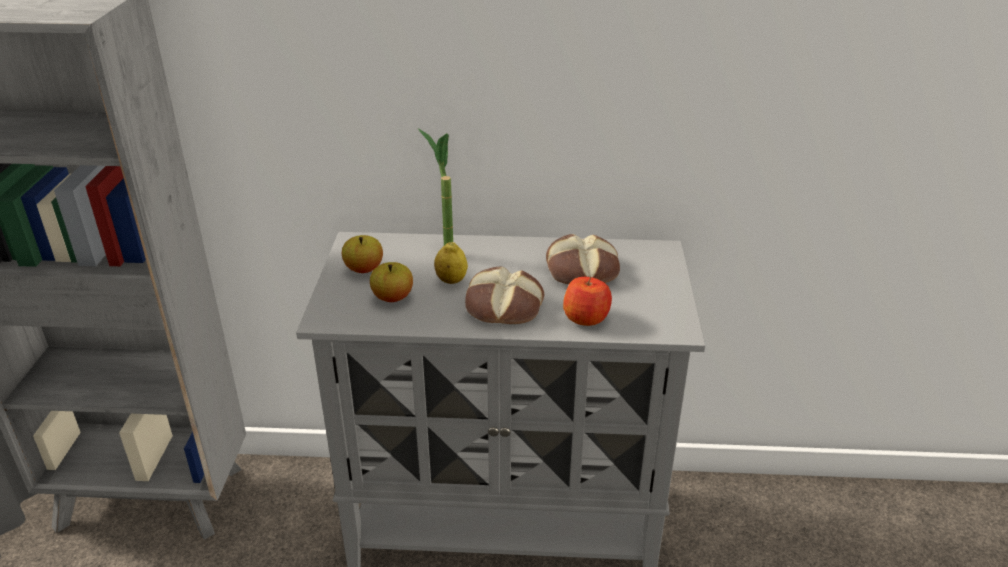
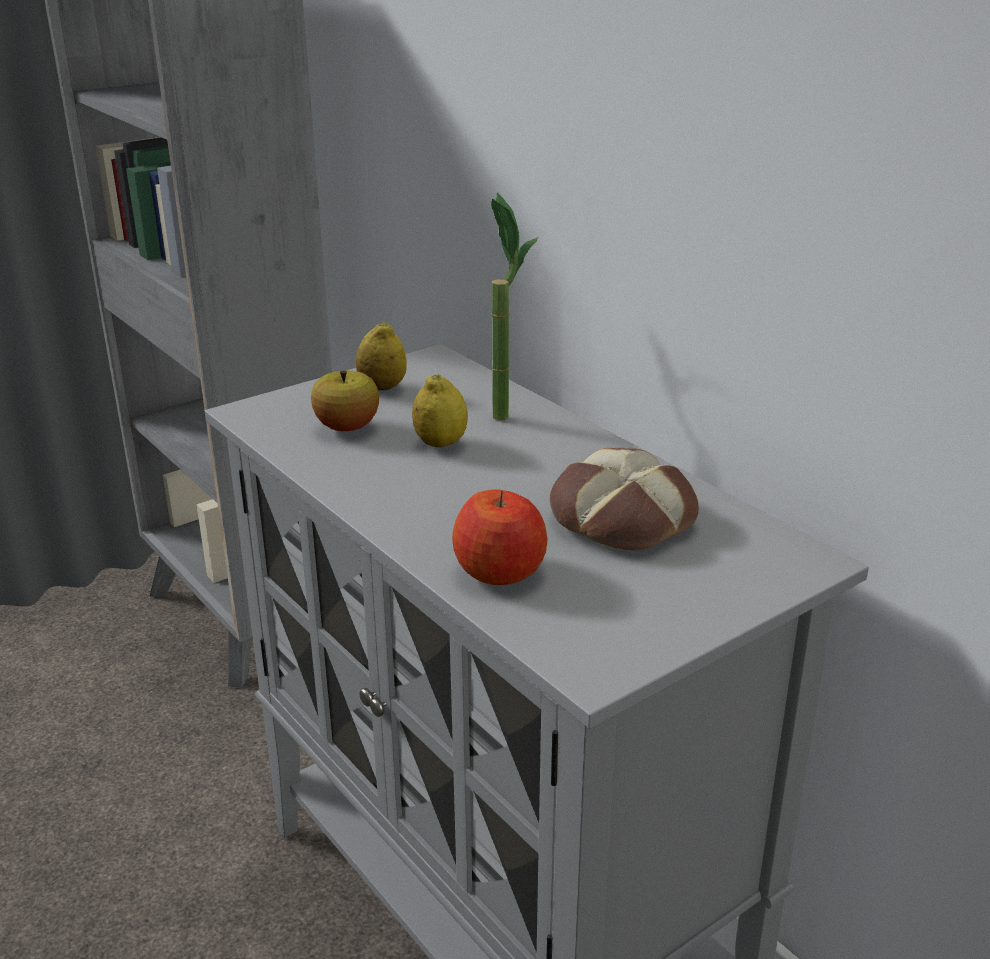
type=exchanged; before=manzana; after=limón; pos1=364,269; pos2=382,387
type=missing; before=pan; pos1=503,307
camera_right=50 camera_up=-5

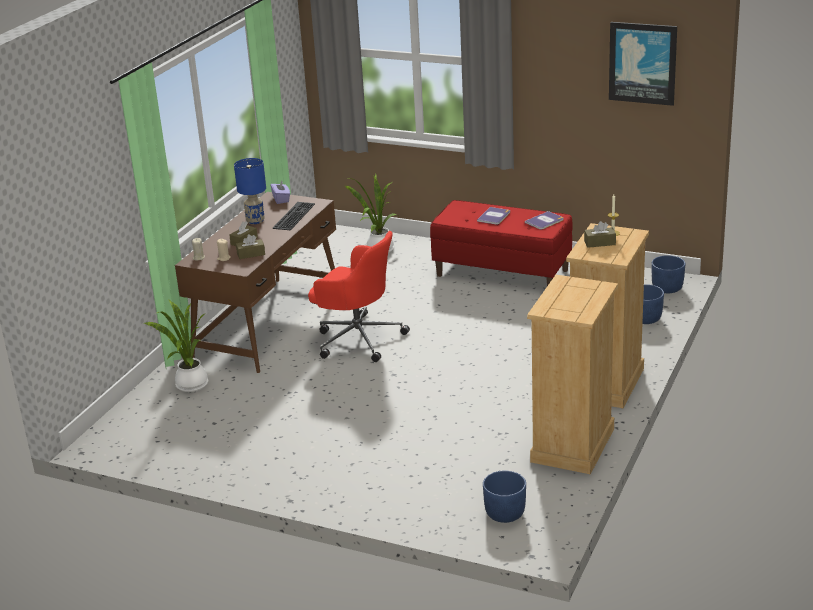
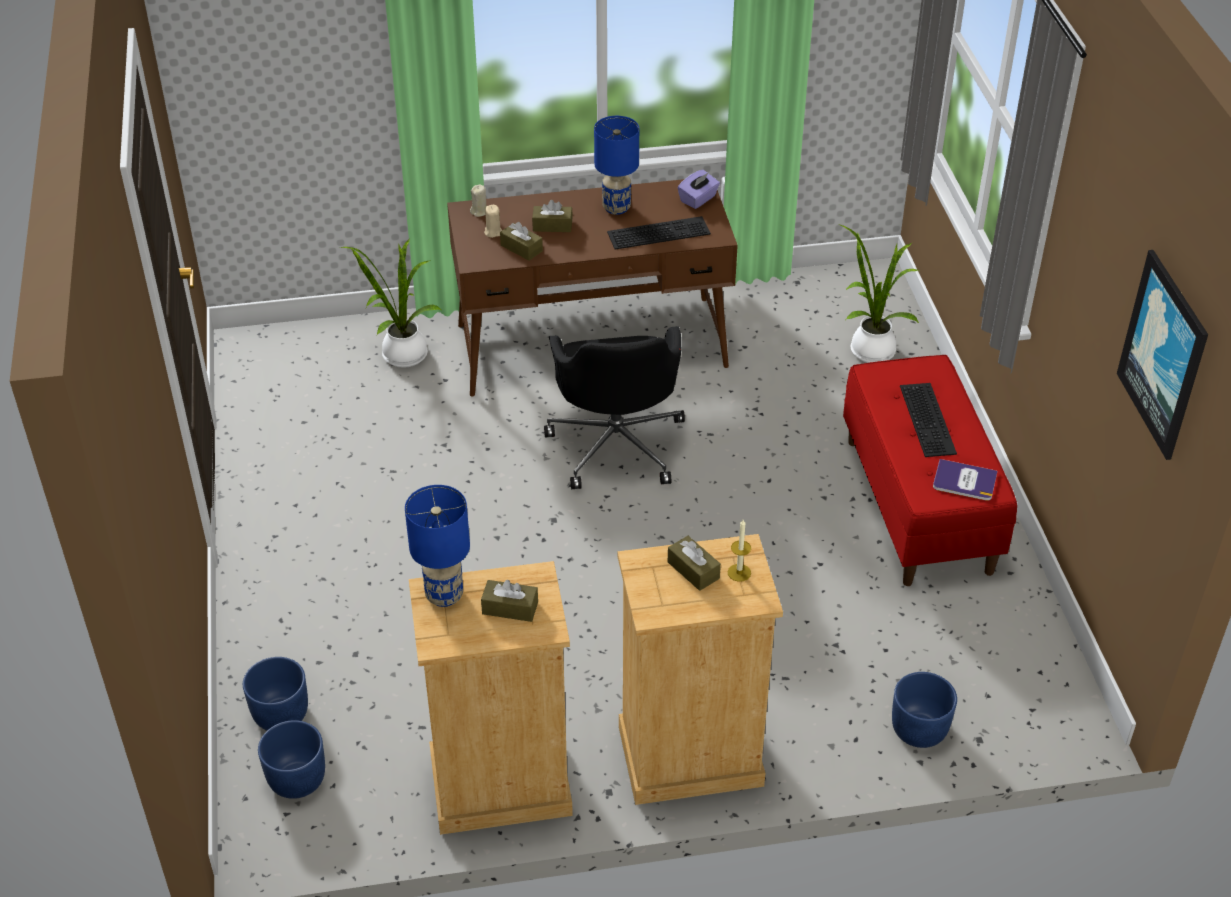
type=colour; before=silla de oficina/rojo; after=silla de oficina/negro; pos1=358,338; pos2=617,444
type=exchanged; before=libro; after=teclado; pos1=494,216; pos2=929,420
type=relocated; before=maceta/azul; pos1=667,288; pos2=281,713
type=appeared; after=lámpara de mesa/azul; pos2=445,596
type=appeared; after=caja de pañuelos/marrón; pos2=510,608
camera_right=55 camera_up=15

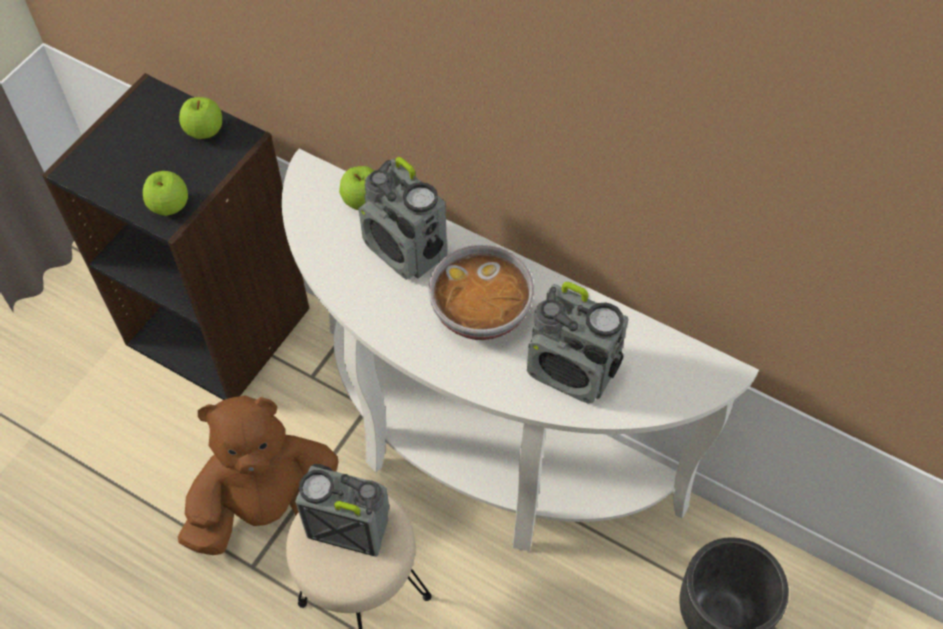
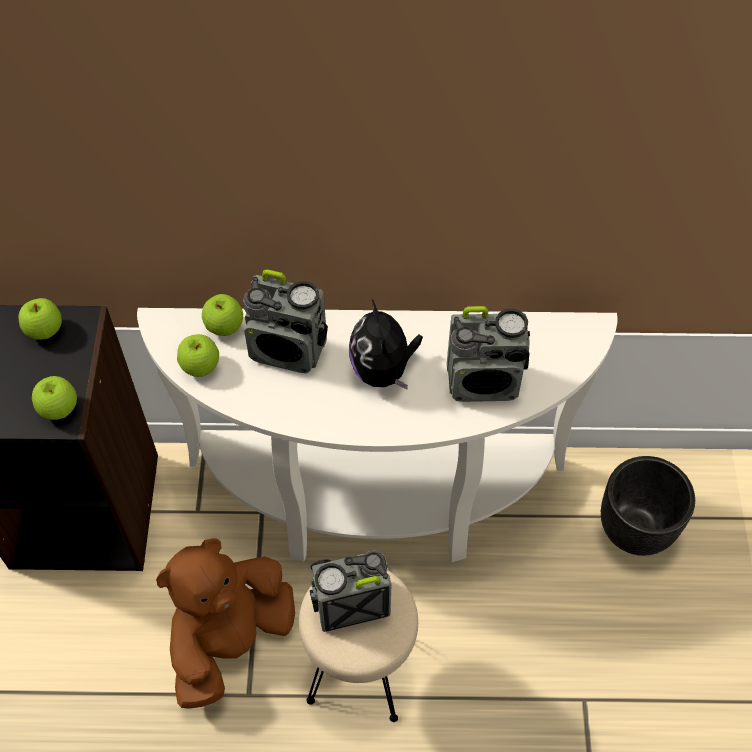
type=exchanged; before=cuenco; after=peluche; pos1=481,312; pos2=383,370
type=appeared; after=manzana; pos2=200,366
camera_right=-30 camera_up=0

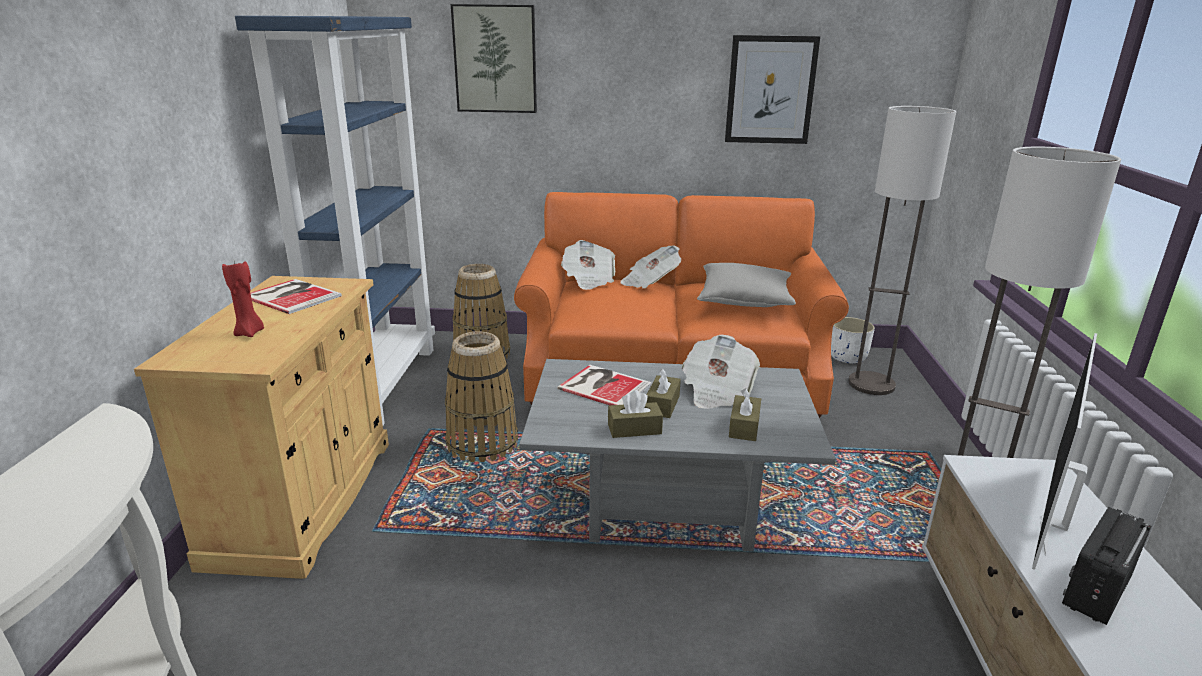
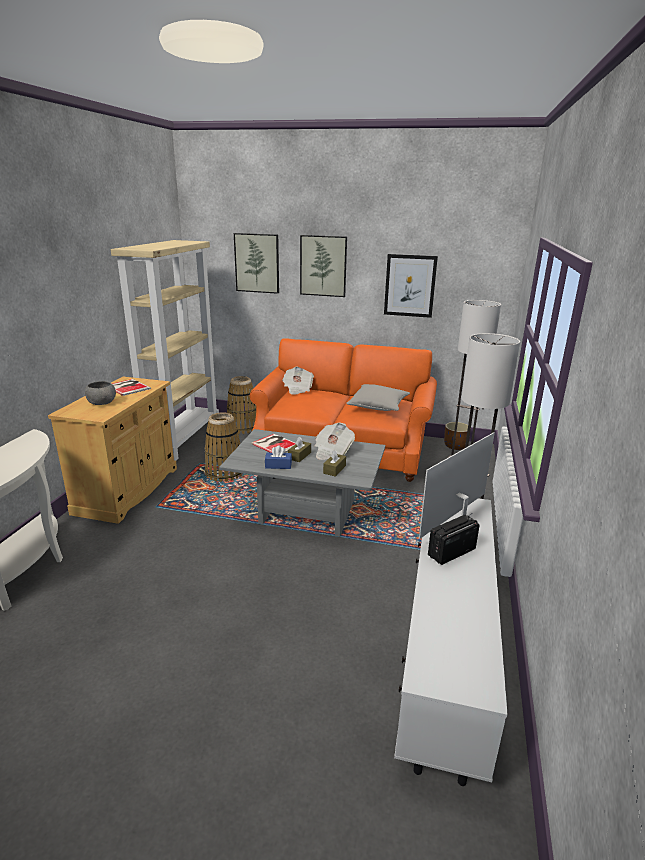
type=exchanged; before=vela/rojo; after=cuenco/gris; pos1=250,333; pos2=102,403
type=colour; before=estantería/azul; after=estantería/beis; pos1=380,384; pos2=182,438
type=colour; before=caja de pañuelos/marrón; after=caja de pañuelos/azul; pos1=634,429; pos2=278,465
type=missing; before=periódico; pos1=649,282
type=colour; before=maceta/blanco; after=maceta/marrón; pos1=847,357; pos2=455,446
type=appeared; after=cuadro; pos2=323,266
camera_right=10 camera_up=0

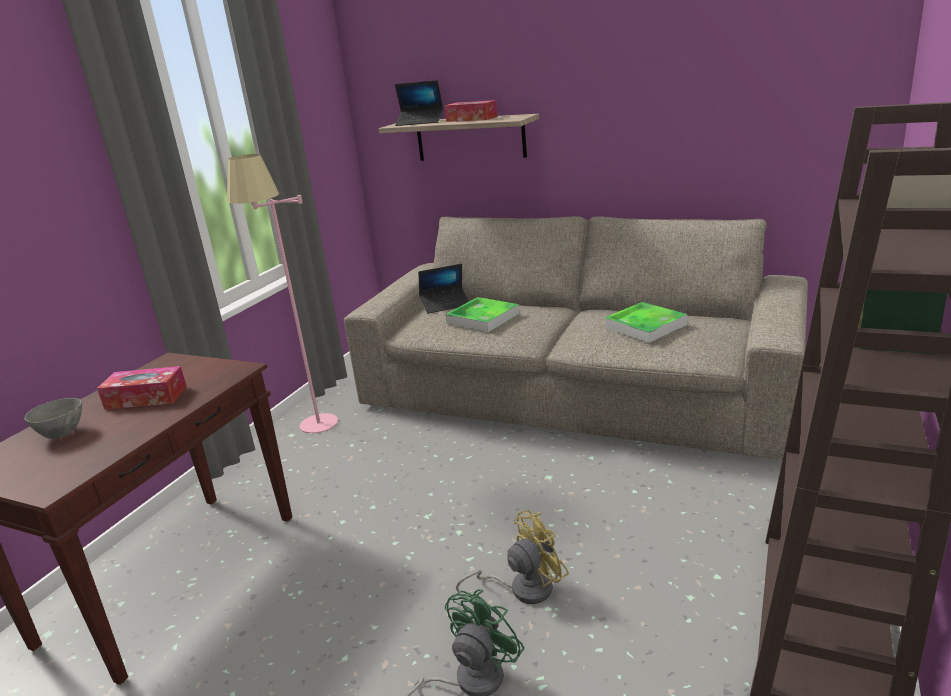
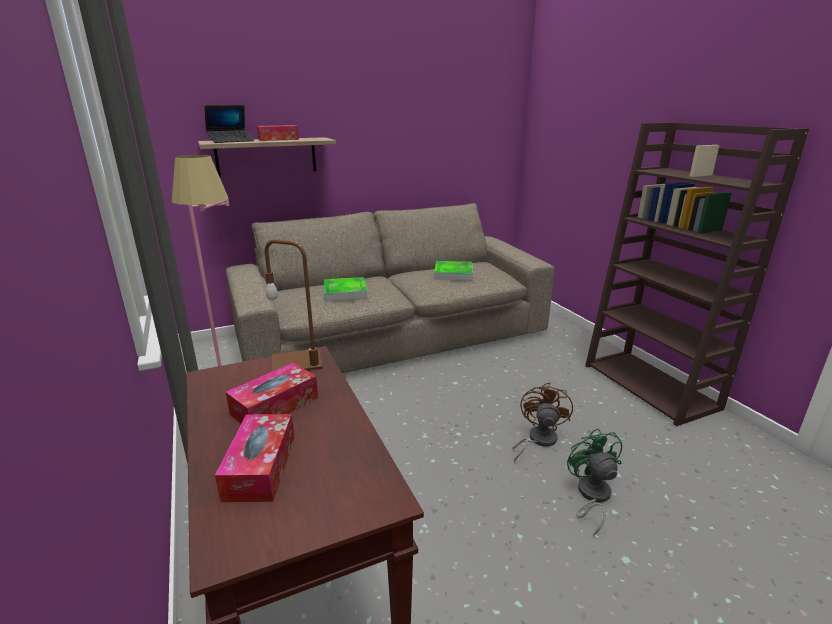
type=exchanged; before=cuenco/gris; after=caja de pañuelos; pos1=62,433; pos2=260,467
type=missing; before=portátil; pos1=445,305
type=colour; before=ventilador/amarillo; after=ventilador/marrón; pos1=522,588; pos2=537,440
type=appeared; after=lámpara de mesa/marrón; pos2=298,362
camera_right=-50 camera_up=0

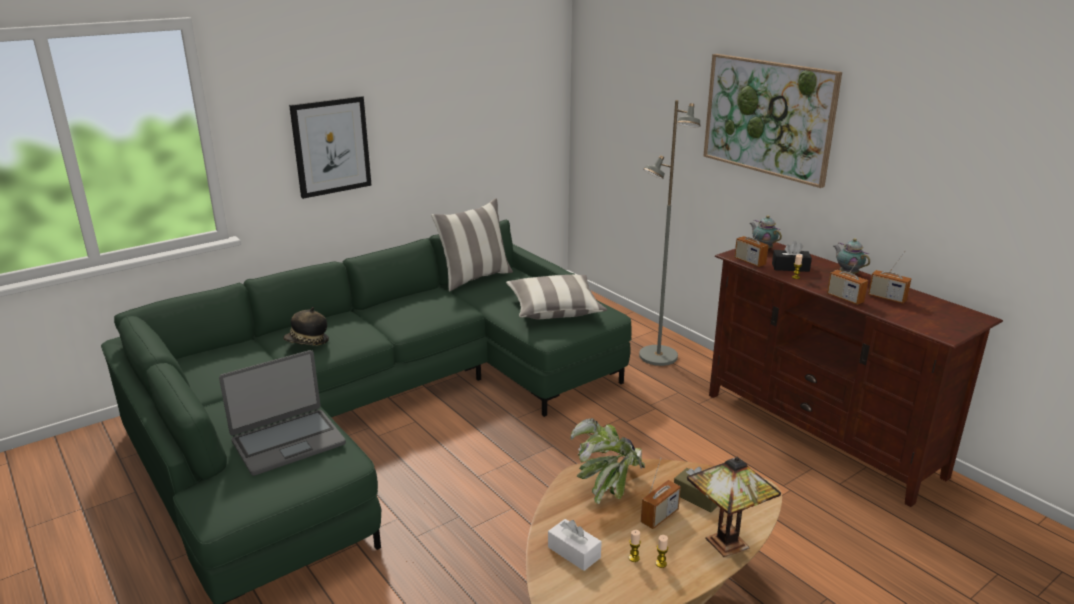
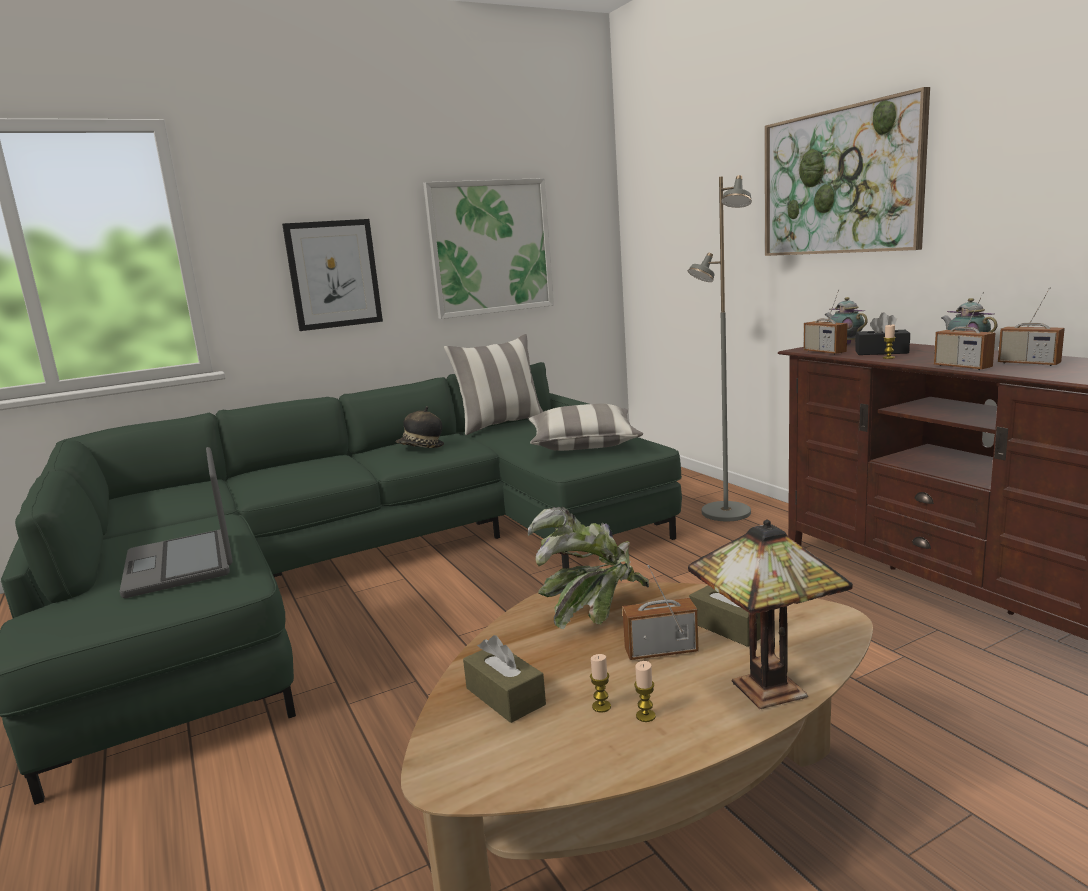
type=spun; before=portátil; pos1=288,442; pos2=181,563; turn=90
type=relocated; before=sombrero; pos1=307,343; pos2=421,448
type=colour; before=caja de pañuelos/blanco; after=caja de pañuelos/marrón; pos1=574,552; pos2=505,696
type=spun; before=radio; pos1=659,516; pos2=661,651; turn=-150
type=appeared; after=cuadro; pos2=490,247
camera_right=10 camera_up=-10

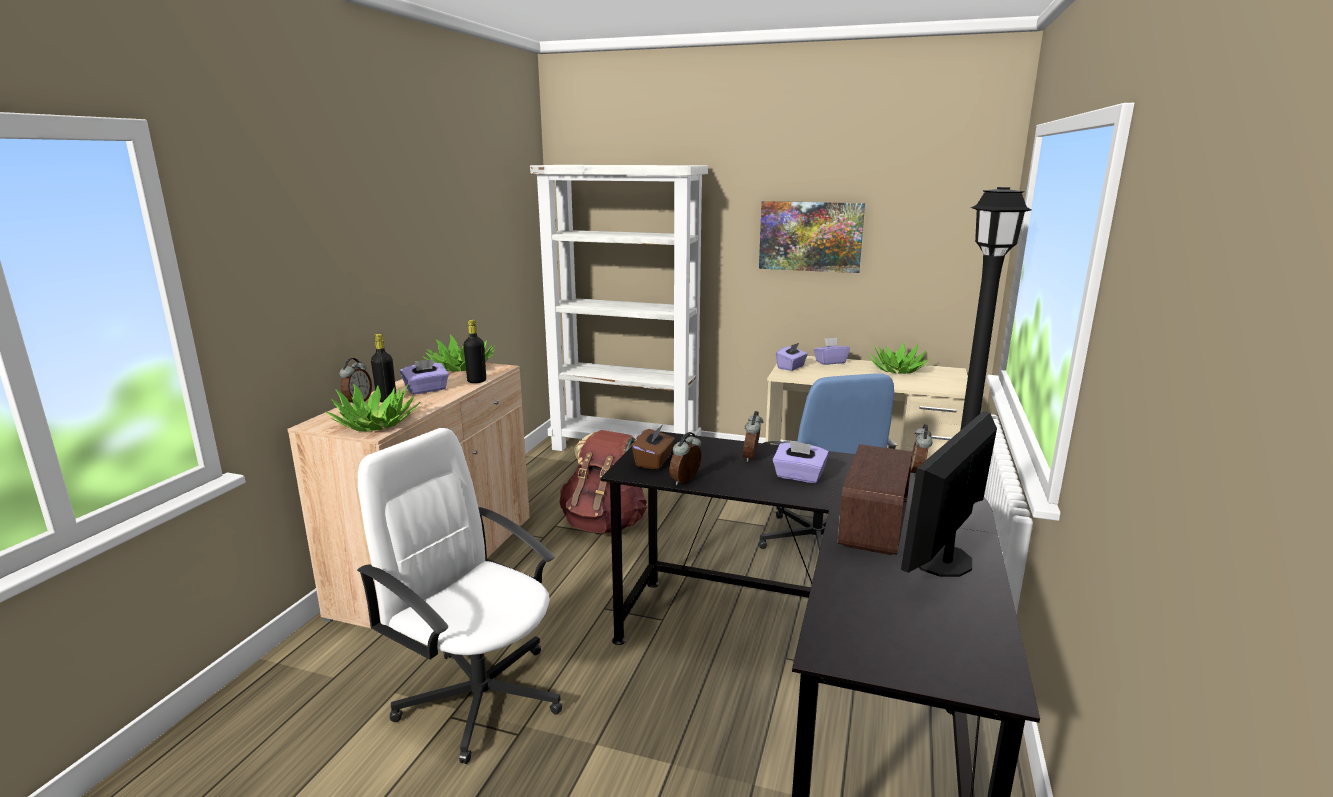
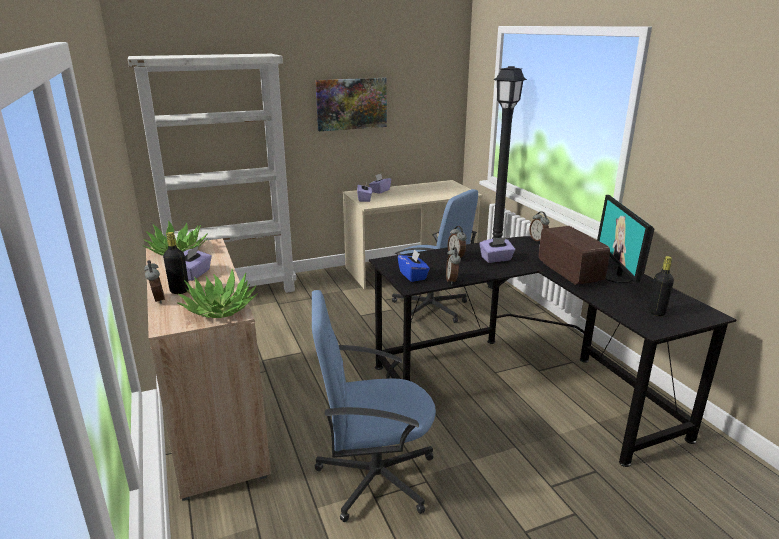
type=colour; before=silla de oficina/blanco; after=silla de oficina/azul; pos1=480,696; pos2=374,477
type=relocated; before=botella/negro; pos1=477,381; pos2=656,312
type=missing; before=mochila/marrón; pos1=606,523
type=colour; before=caja de pañuelos/marrón; after=caja de pañuelos/azul; pos1=654,461; pos2=413,276
type=missing; before=planta en maceta; pos1=897,370
camera_right=-40 camera_up=5

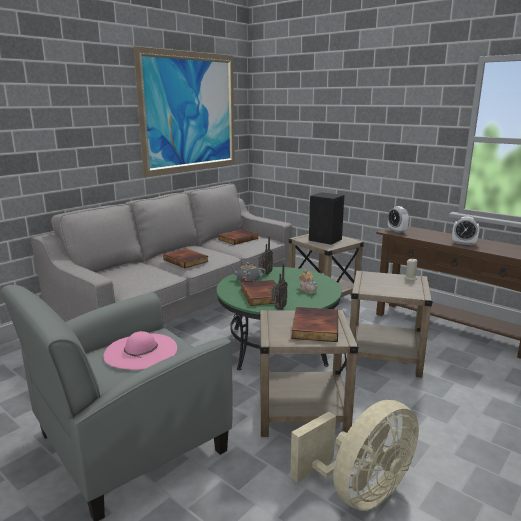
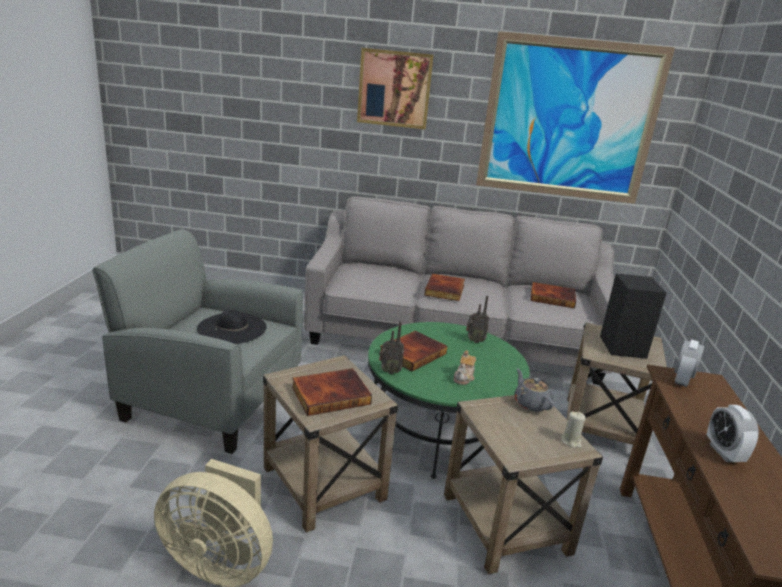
type=colour; before=sombrero/rosa; after=sombrero/negro; pos1=141,351; pos2=232,328
type=relocated; before=tetera/gris; pos1=247,280; pos2=531,403
type=appeared; after=cuadro; pos2=394,89
camera_right=55 camera_up=5

